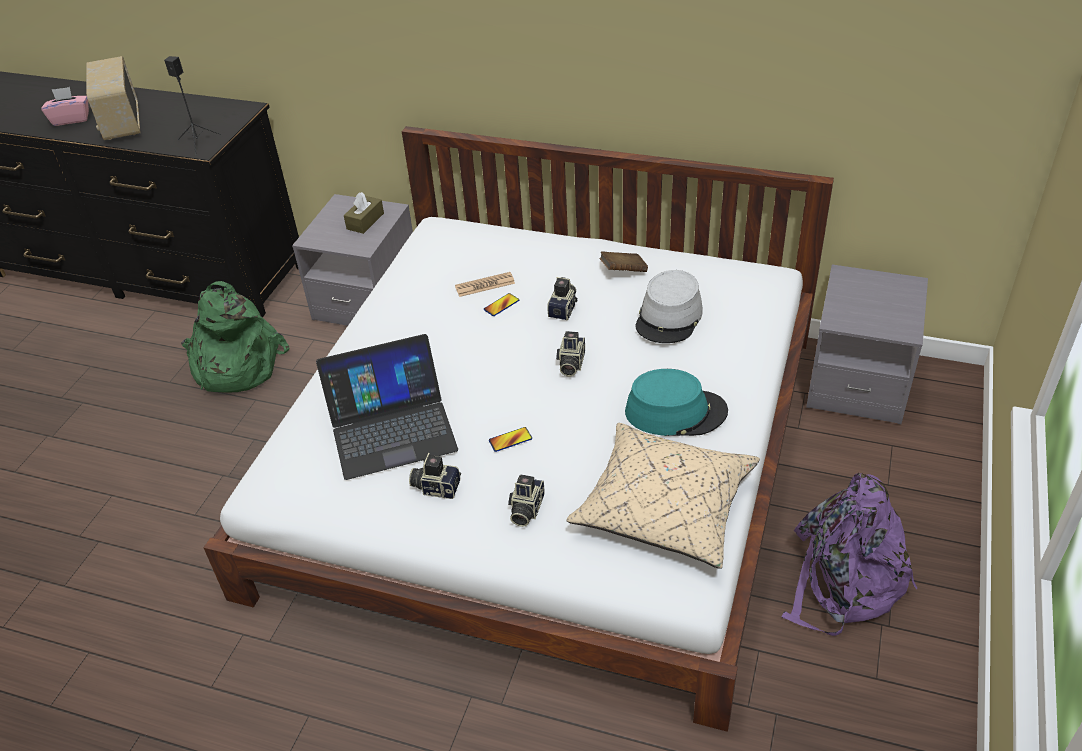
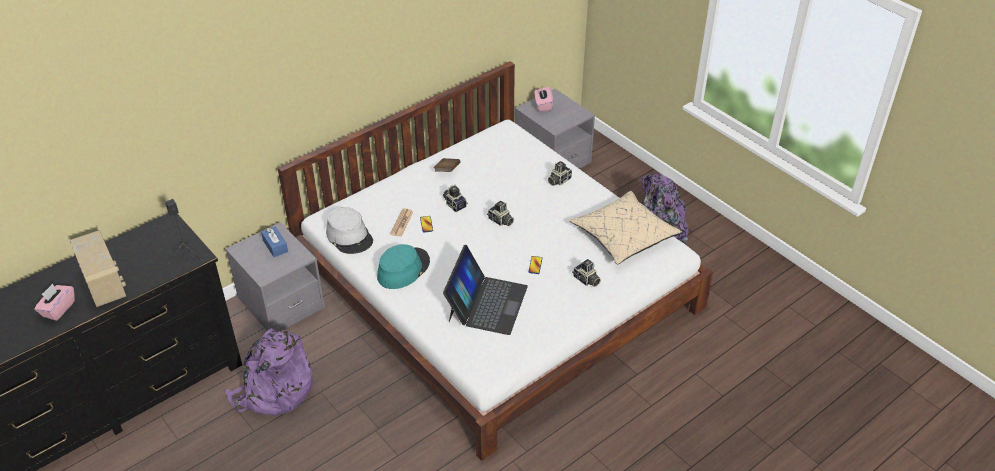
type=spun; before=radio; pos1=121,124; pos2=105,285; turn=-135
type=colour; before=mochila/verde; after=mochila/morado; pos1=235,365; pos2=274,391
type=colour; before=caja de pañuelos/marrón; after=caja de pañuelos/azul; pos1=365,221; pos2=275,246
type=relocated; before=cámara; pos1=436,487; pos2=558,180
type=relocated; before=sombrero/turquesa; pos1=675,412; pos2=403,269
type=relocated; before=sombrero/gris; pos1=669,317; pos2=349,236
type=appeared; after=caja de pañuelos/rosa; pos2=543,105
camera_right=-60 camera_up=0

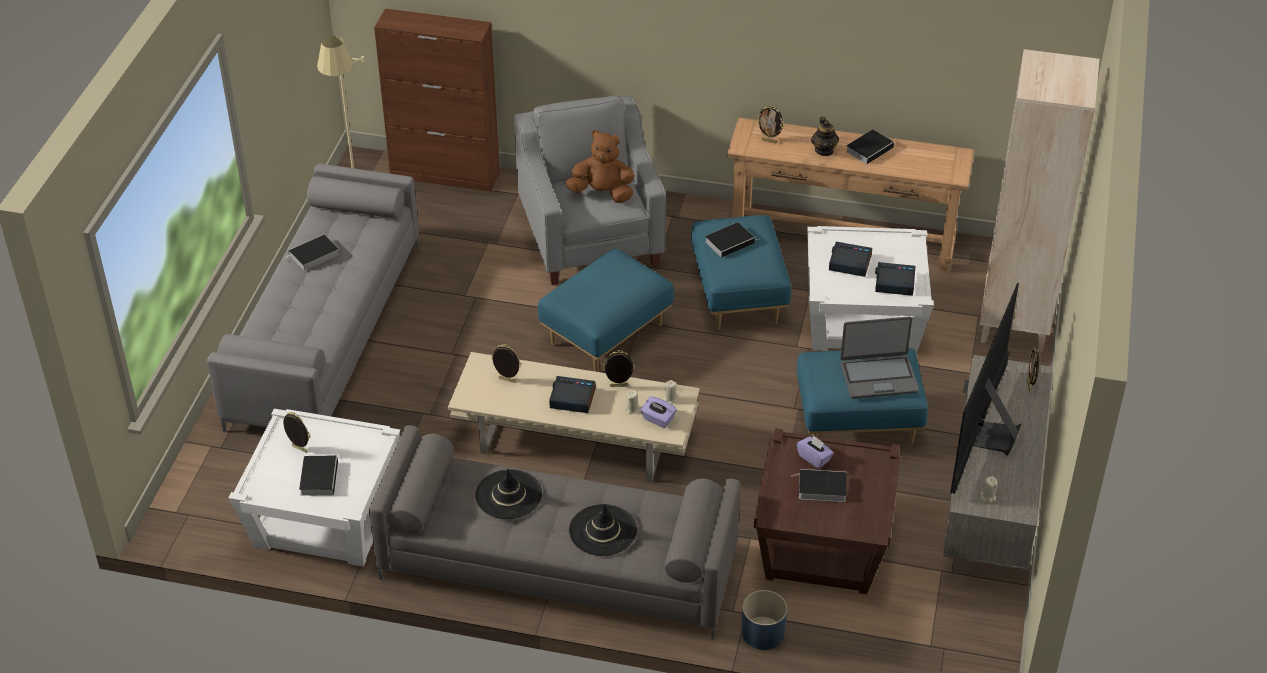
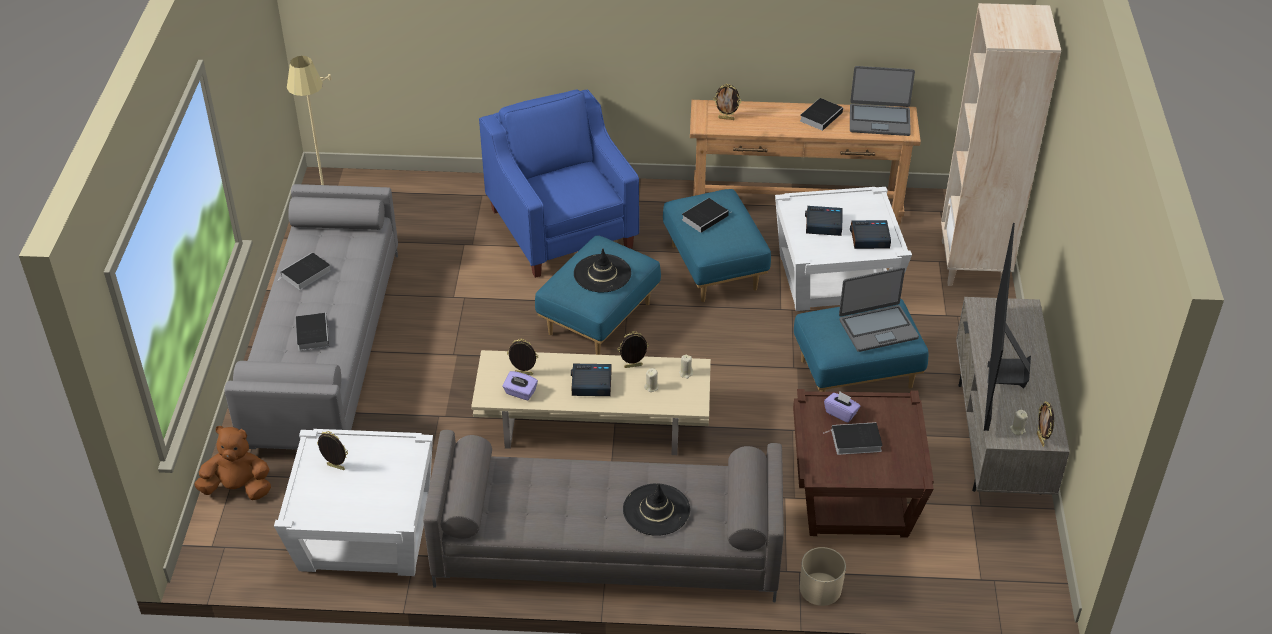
type=relocated; before=libro; pos1=319,477; pos2=312,333
type=missing; before=armario/marrón; pos1=445,174
type=relocated; before=sombrero/negro; pos1=508,495; pos2=602,273
type=colour; before=sillón/gris; after=sillón/azul; pos1=591,237; pos2=562,228
type=relocated; before=peluche/marrón; pos1=602,193; pos2=238,488
type=relocated; before=caja de pañuelos/morado; pos1=658,419; pos2=520,393
type=colour; before=maceta/azul; after=maceta/beis; pos1=762,633; pos2=820,589
type=missing; before=tetera; pos1=824,150
type=relocated; before=portarretratos; pos1=1029,386; pos2=1041,440
type=appeared; after=portátil; pos2=879,120
camera_right=-10 camera_up=0

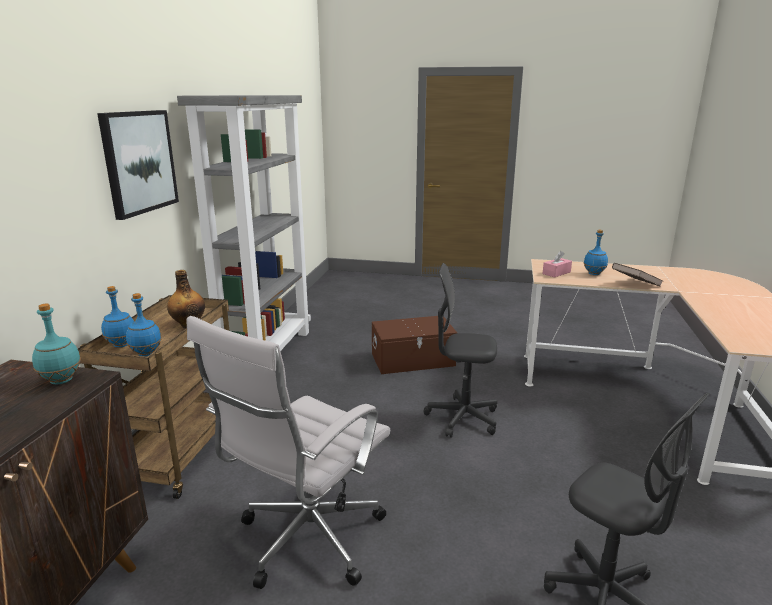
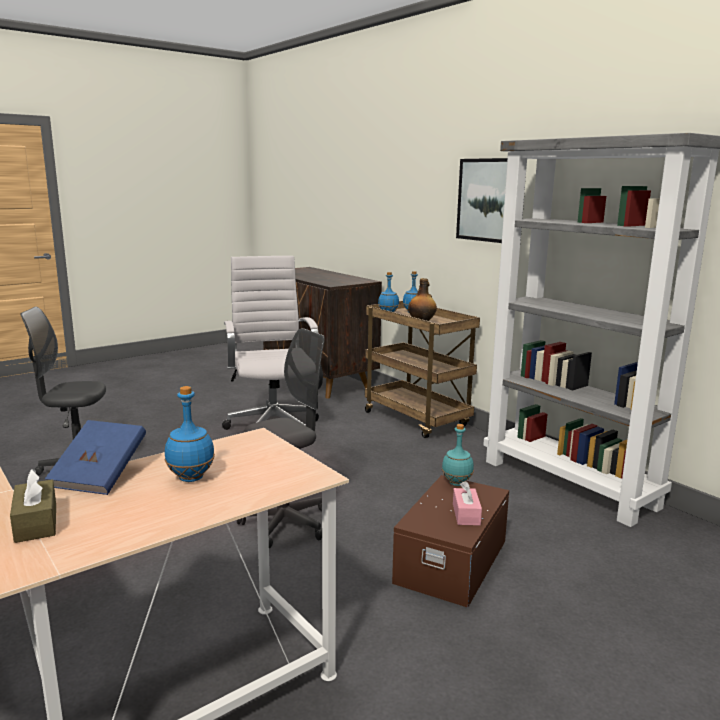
type=relocated; before=botella/turquesa; pos1=61,381; pos2=456,483
type=relocated; before=caja de pañuelos/rosa; pos1=556,273; pos2=466,514
type=colour; before=libro/marrón; after=libro/azul; pos1=635,285; pos2=100,476
type=appeared; after=caja de pañuelos/marrón; pos2=36,522
camera_right=130 camera_up=-5

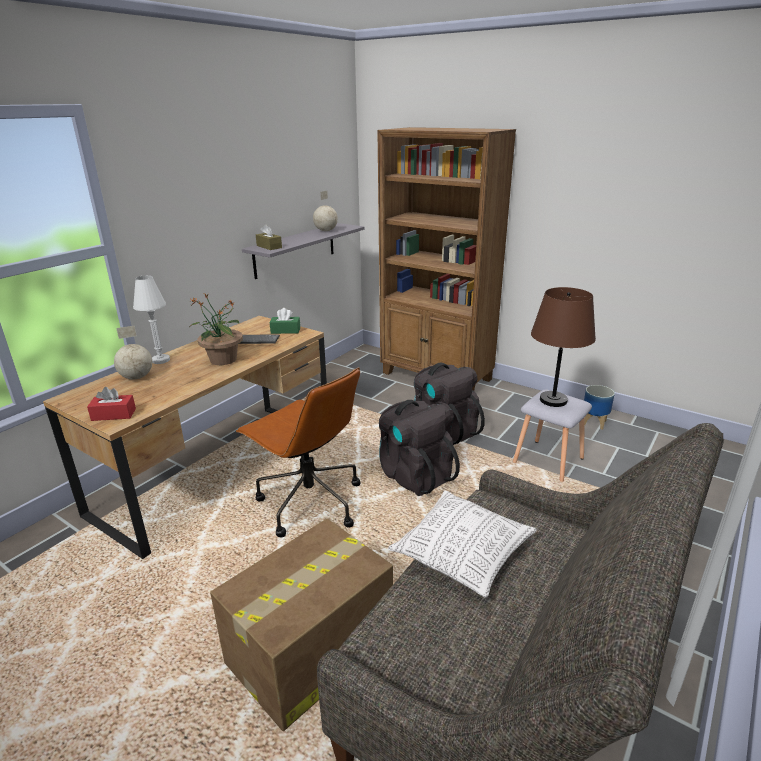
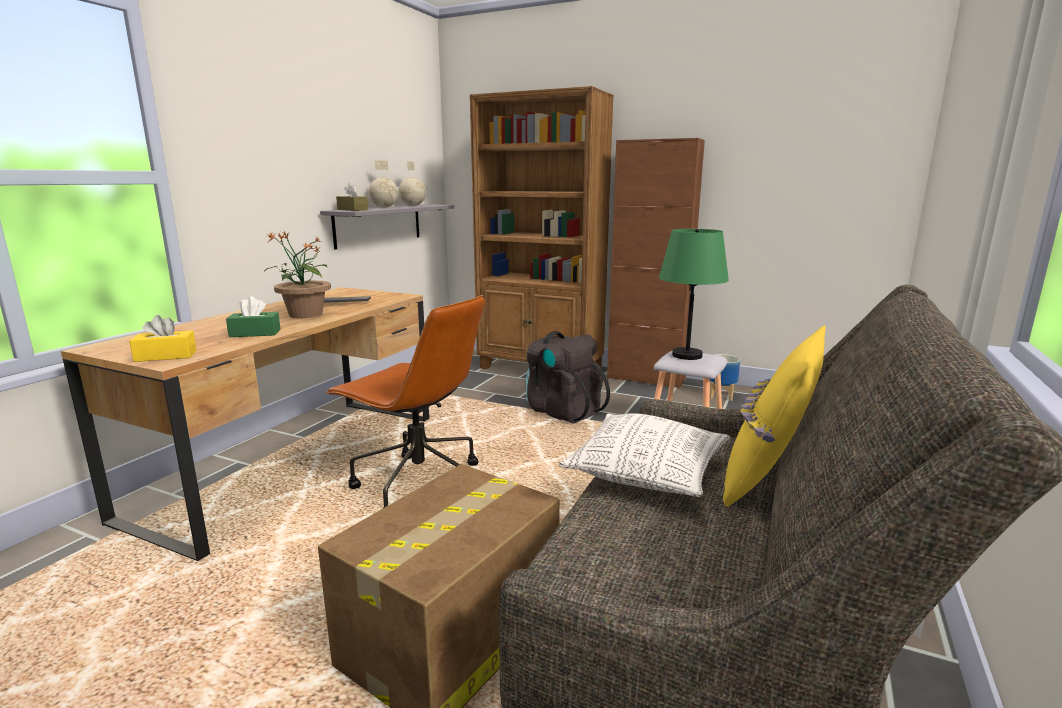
type=colour; before=caja de pañuelos/rojo; after=caja de pañuelos/amarillo; pos1=113,414; pos2=166,356
type=relocated; before=globo terráqueo; pos1=136,377; pos2=384,207
type=missing; before=lámpara de mesa/blanco; pos1=161,360
type=relocated; before=caja de pañuelos/verde; pos1=285,330; pos2=255,333
type=missing; before=mochila/negro; pos1=414,475
type=colour; before=lámpara de mesa/marrón; after=lámpara de mesa/verde; pos1=553,400; pos2=687,355
type=appeared; after=armario/marrón; pos2=646,378
type=appeared; after=cojín/amarillo; pos2=768,478
camera_right=-10 camera_up=-10

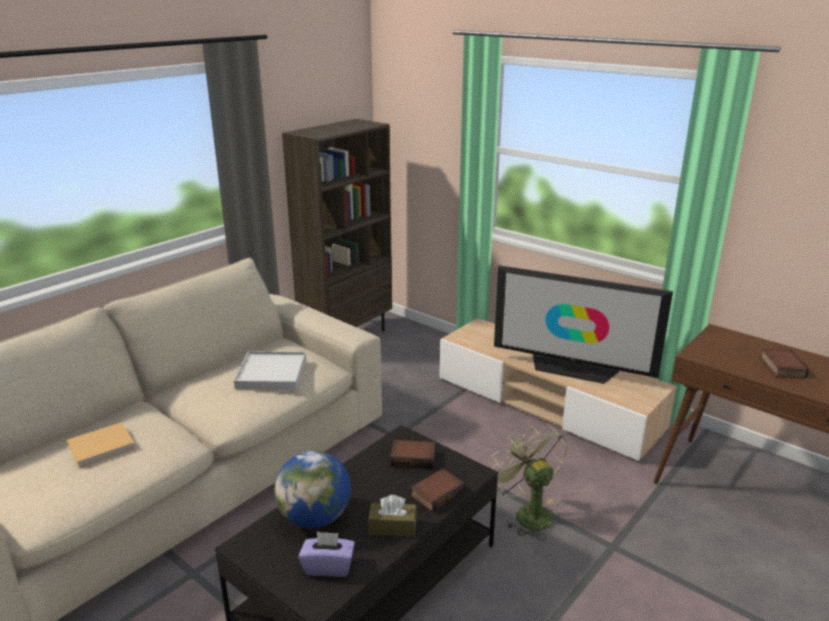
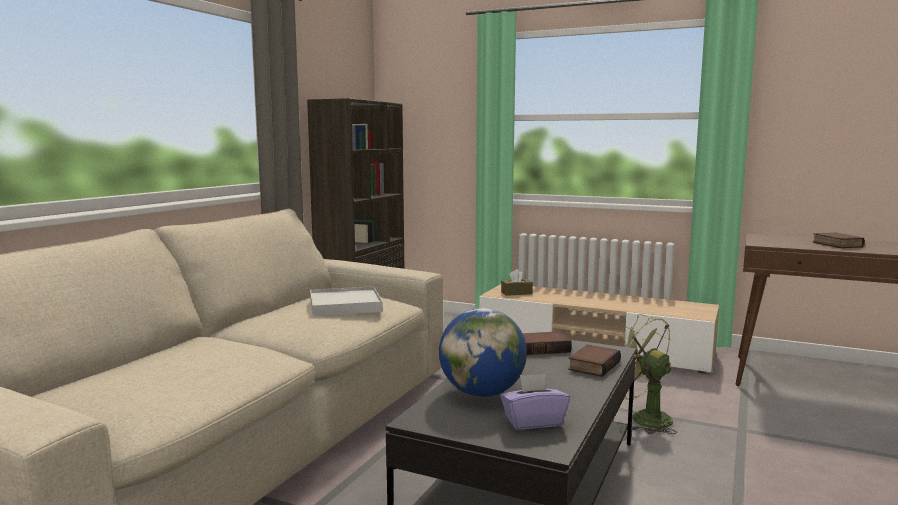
type=missing; before=libro/beis; pos1=103,446
type=relocated; before=caja de pañuelos/marrón; pos1=392,527; pos2=516,293
type=missing; before=televisor; pos1=572,370
camera_right=-15 camera_up=-15

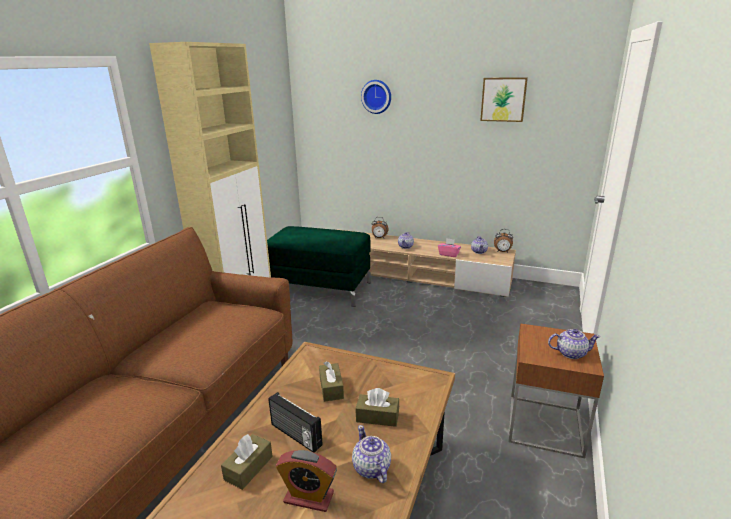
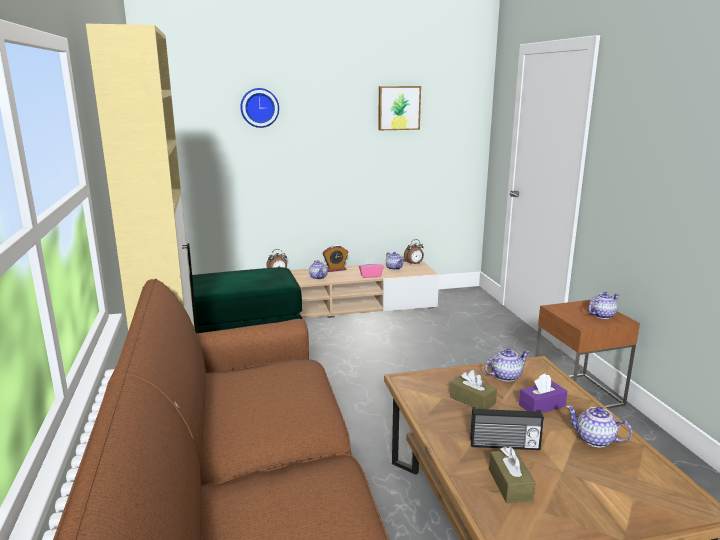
type=relocated; before=despertador; pos1=309,497; pos2=335,269
type=colour; before=caja de pañuelos/marrón; after=caja de pañuelos/morado; pos1=377,417; pos2=542,405
type=appeared; after=tetera; pos2=505,376
camera_right=-35 camera_up=-5

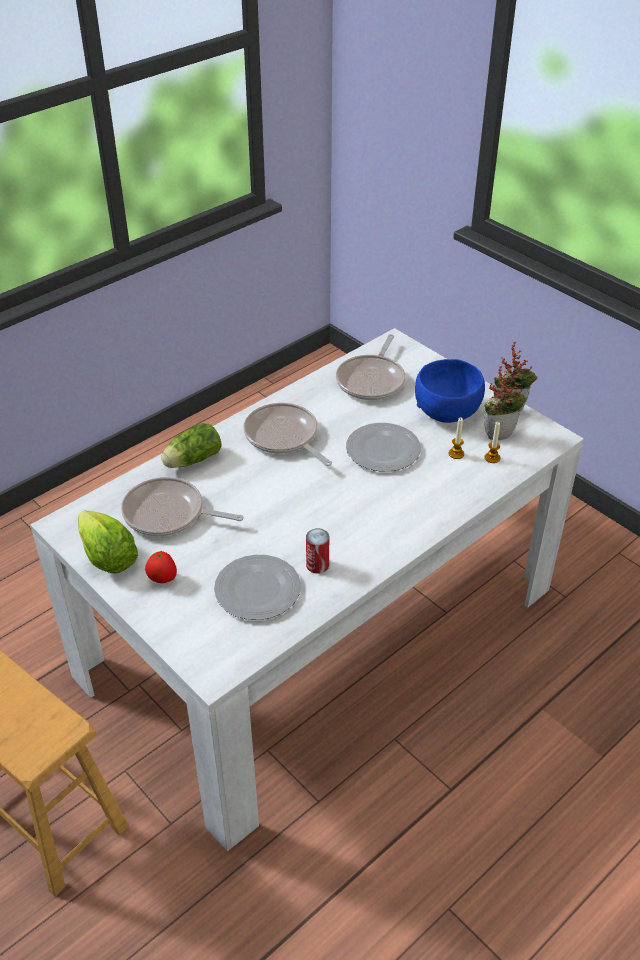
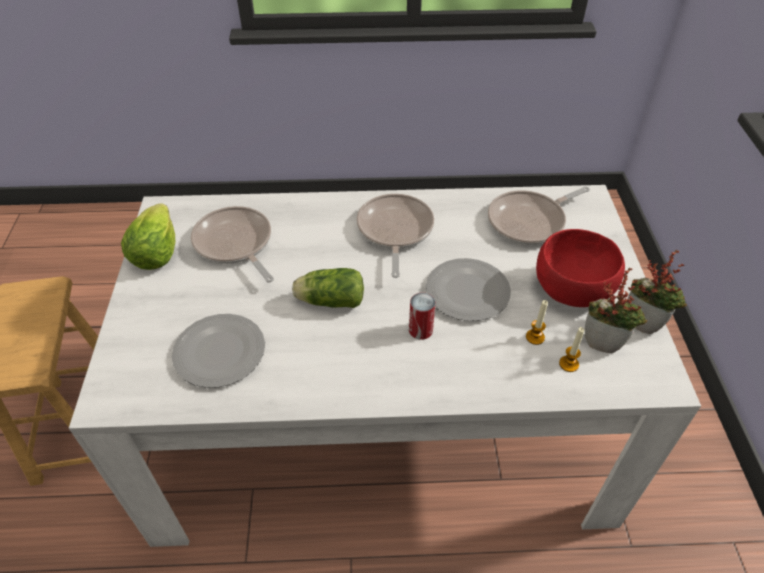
type=missing; before=tomate; pos1=162,579
type=relocated; before=lechuga; pos1=191,460; pos2=329,300
type=relocated; before=lata; pos1=317,565; pos2=420,330
type=colour; before=cuenco/azul; after=cuenco/rojo; pos1=448,411; pos2=573,290
camera_right=40 camera_up=5

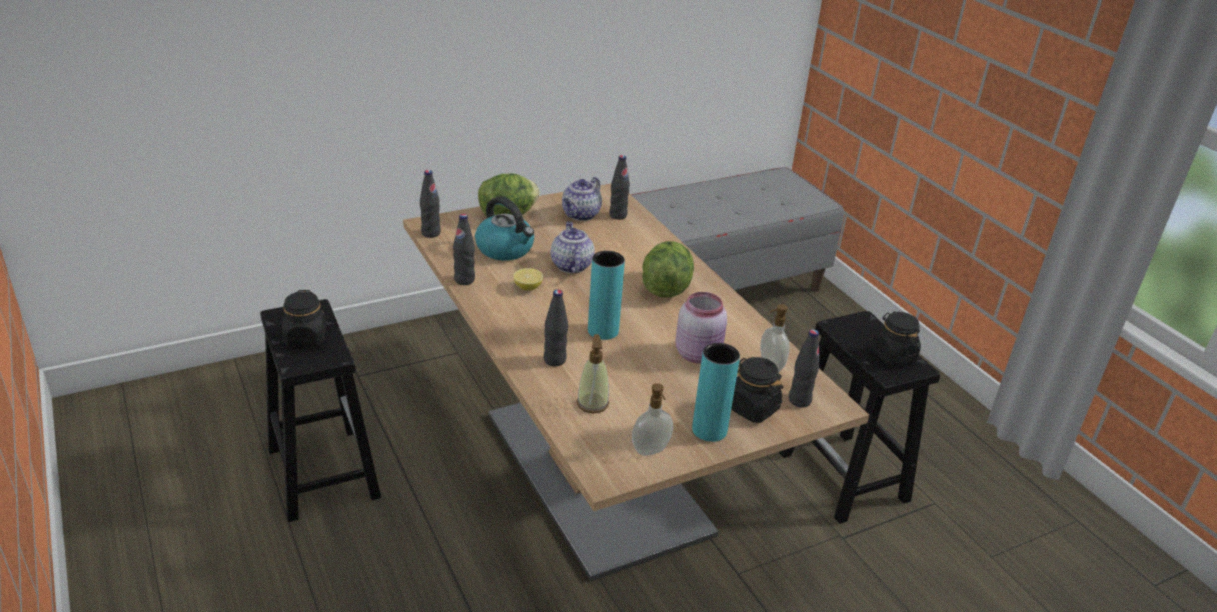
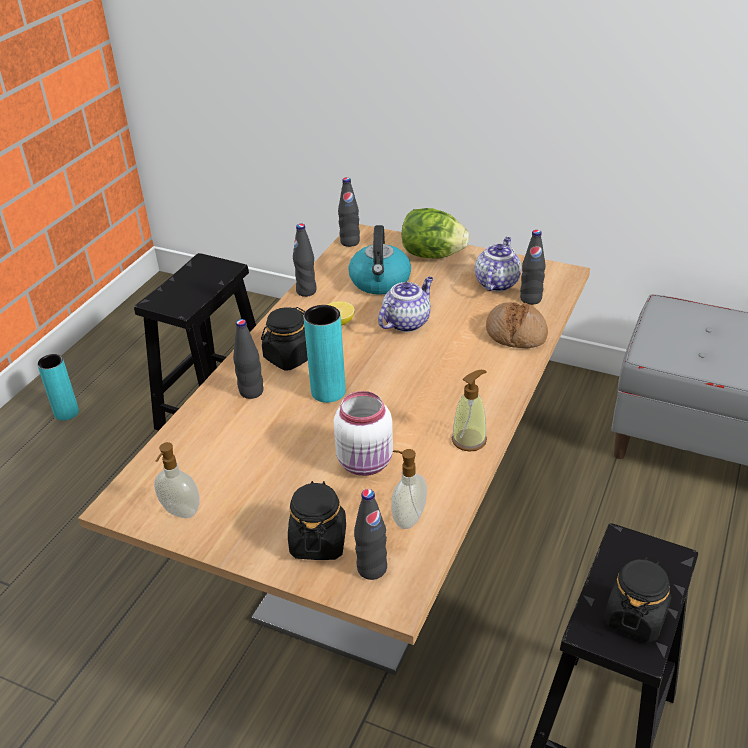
type=relocated; before=tarro/negro; pos1=306,337; pos2=289,357
type=spun; before=tetera; pos1=581,215; pos2=496,283; turn=120
type=relocated; before=dispensador de jabón; pos1=592,403; pos2=469,440
type=missing; before=lechuga; pos1=666,288
type=colour; before=tarro/rosa; after=tarro/blanco; pos1=699,354; pos2=366,463
type=relocated; before=florero/turquesa; pos1=709,430; pos2=66,413
type=appeared; after=pan; pos2=516,333
camera_right=55 camera_up=5

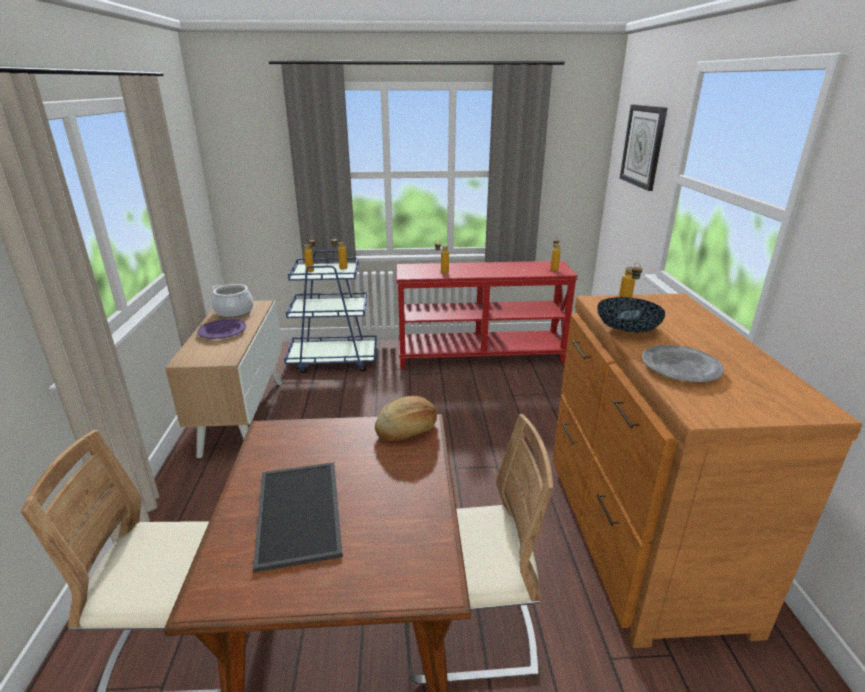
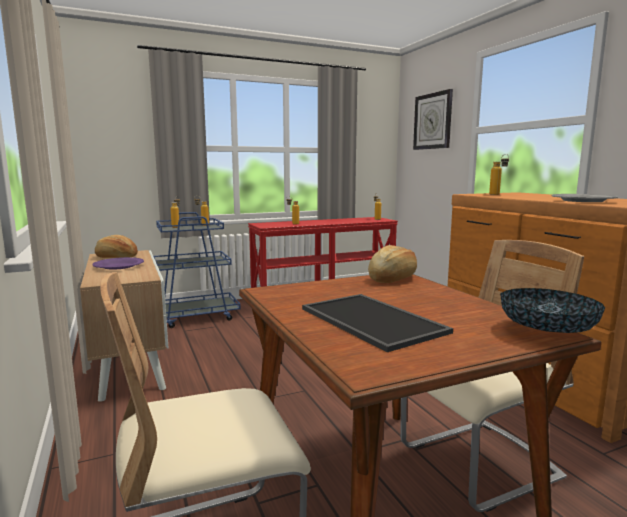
type=exchanged; before=olla; after=pan; pos1=234,312; pos2=116,257
type=relocated; before=cuenco; pos1=627,329; pos2=546,331
camera_right=-20 camera_up=-15

